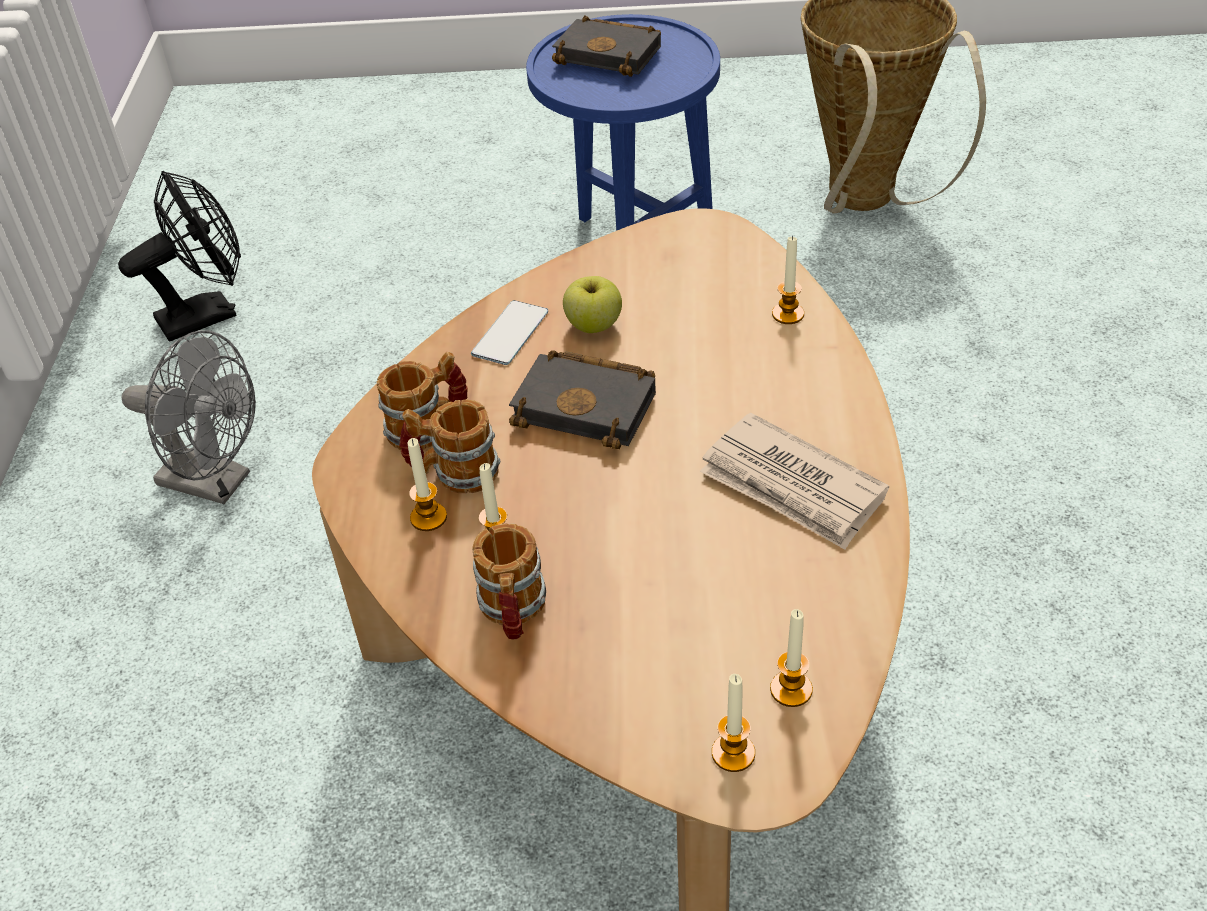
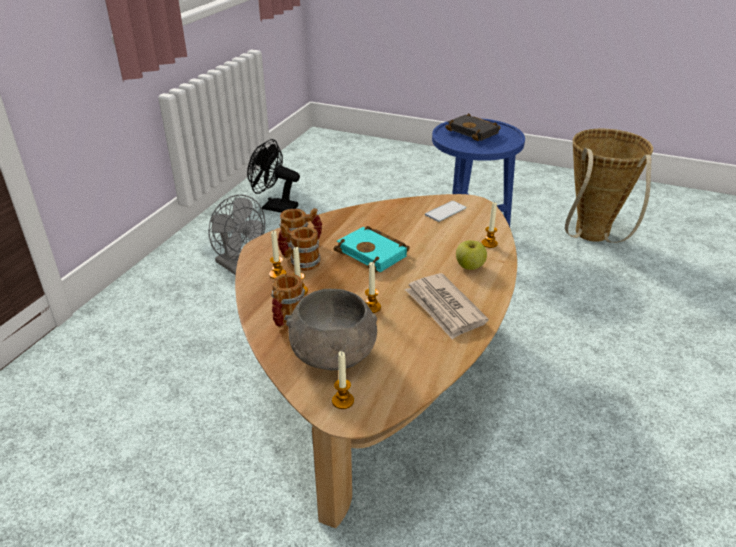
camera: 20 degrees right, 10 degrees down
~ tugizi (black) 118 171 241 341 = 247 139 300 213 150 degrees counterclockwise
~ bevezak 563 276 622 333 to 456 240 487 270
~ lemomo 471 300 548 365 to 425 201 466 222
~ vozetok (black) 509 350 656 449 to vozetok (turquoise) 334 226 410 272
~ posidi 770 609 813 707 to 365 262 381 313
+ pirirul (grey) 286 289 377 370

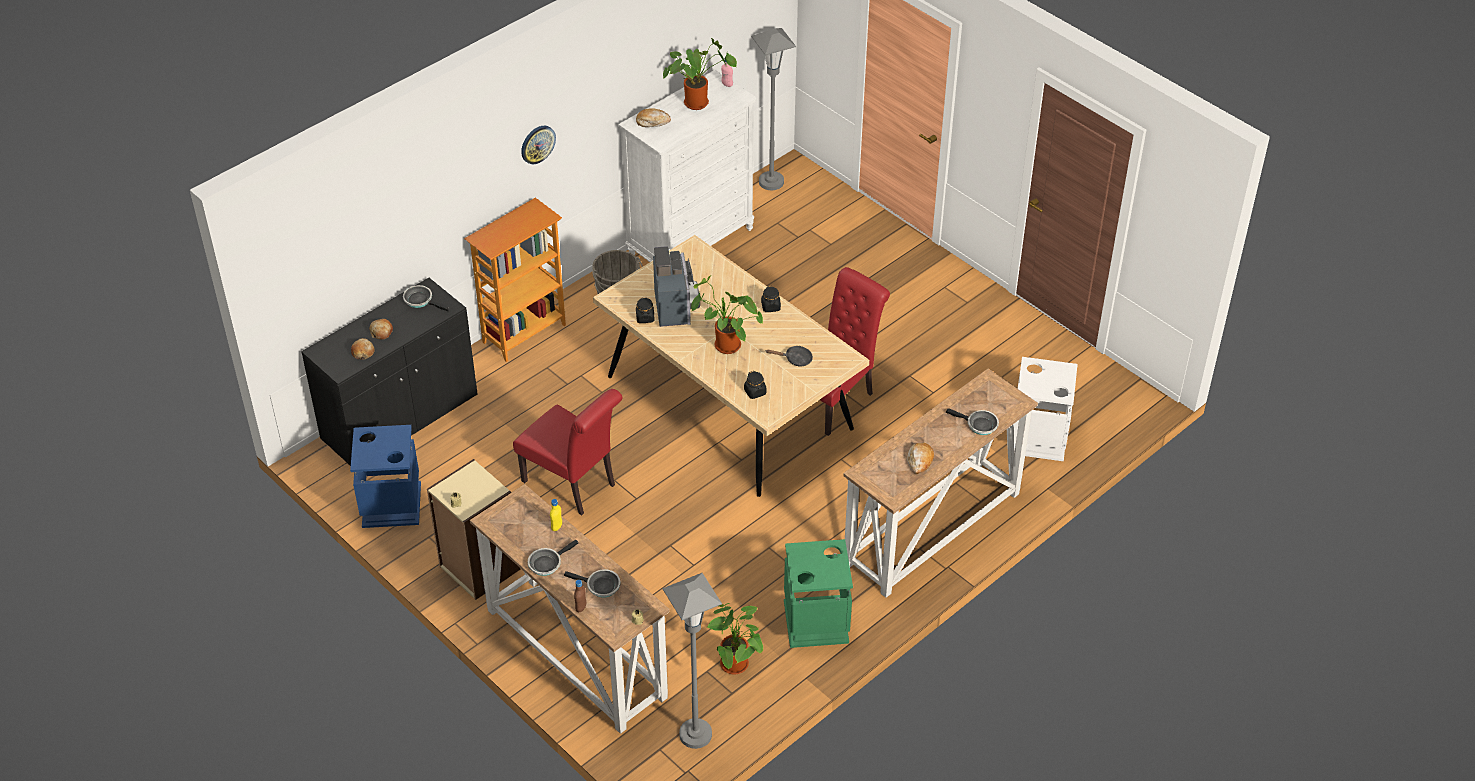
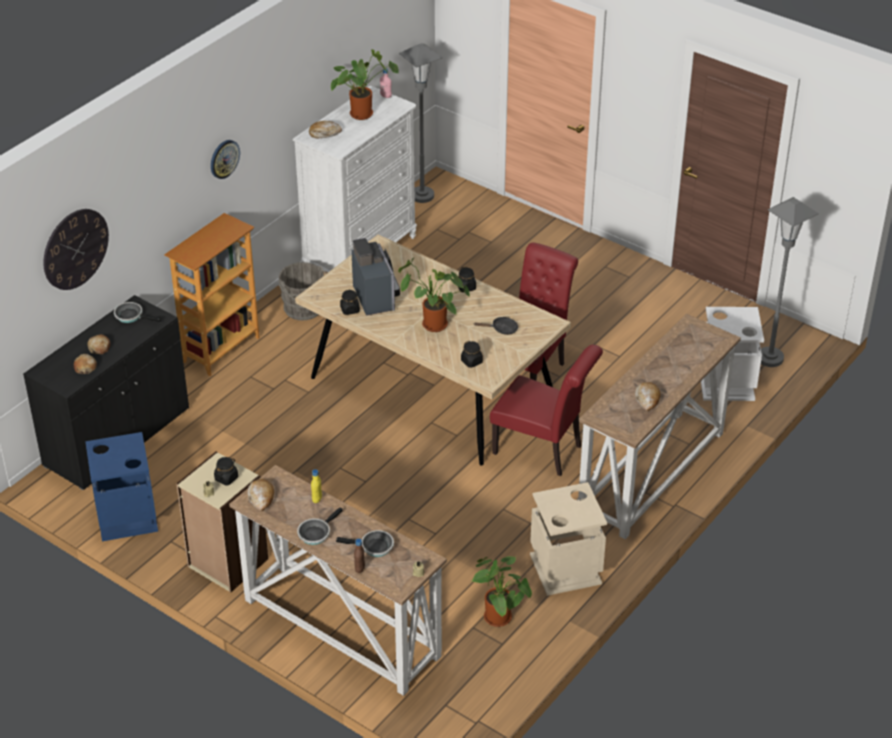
camera: 10 degrees left, 5 degrees down
~ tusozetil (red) 513 389 622 515 to 490 345 603 476
- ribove 946 408 999 435
~ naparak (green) 784 539 853 648 to naparak (beige) 530 482 607 596
~ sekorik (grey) 662 573 722 749 to 761 197 819 367
+ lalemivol 43 209 109 290
+ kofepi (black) 214 457 238 486
+ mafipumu 248 479 274 511

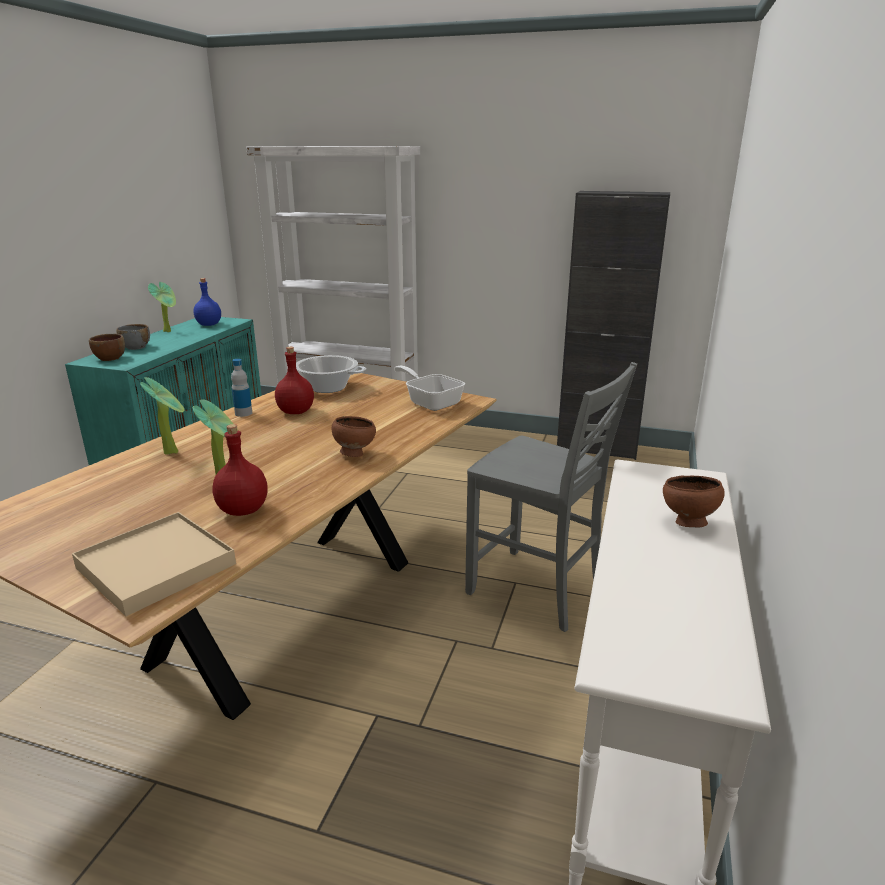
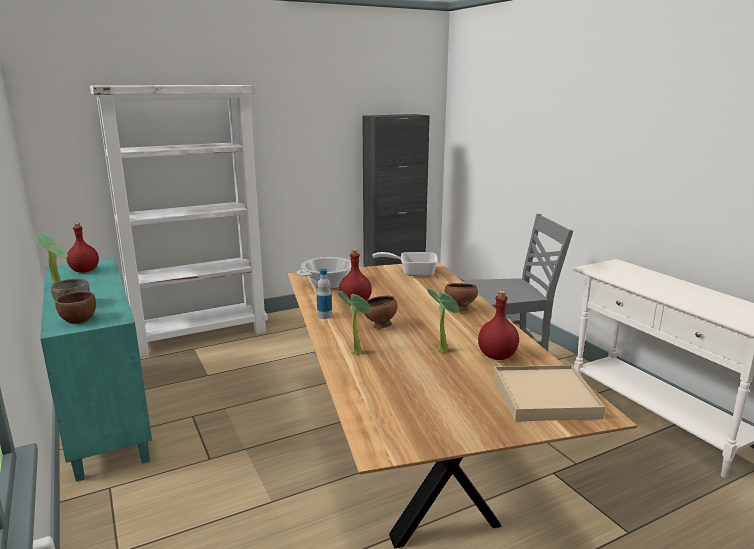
camera: 45 degrees left, 5 degrees down
~ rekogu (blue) 194 278 221 326 to rekogu (red) 67 223 99 273
~ pirirul (brown) 663 475 725 527 to 364 295 397 329

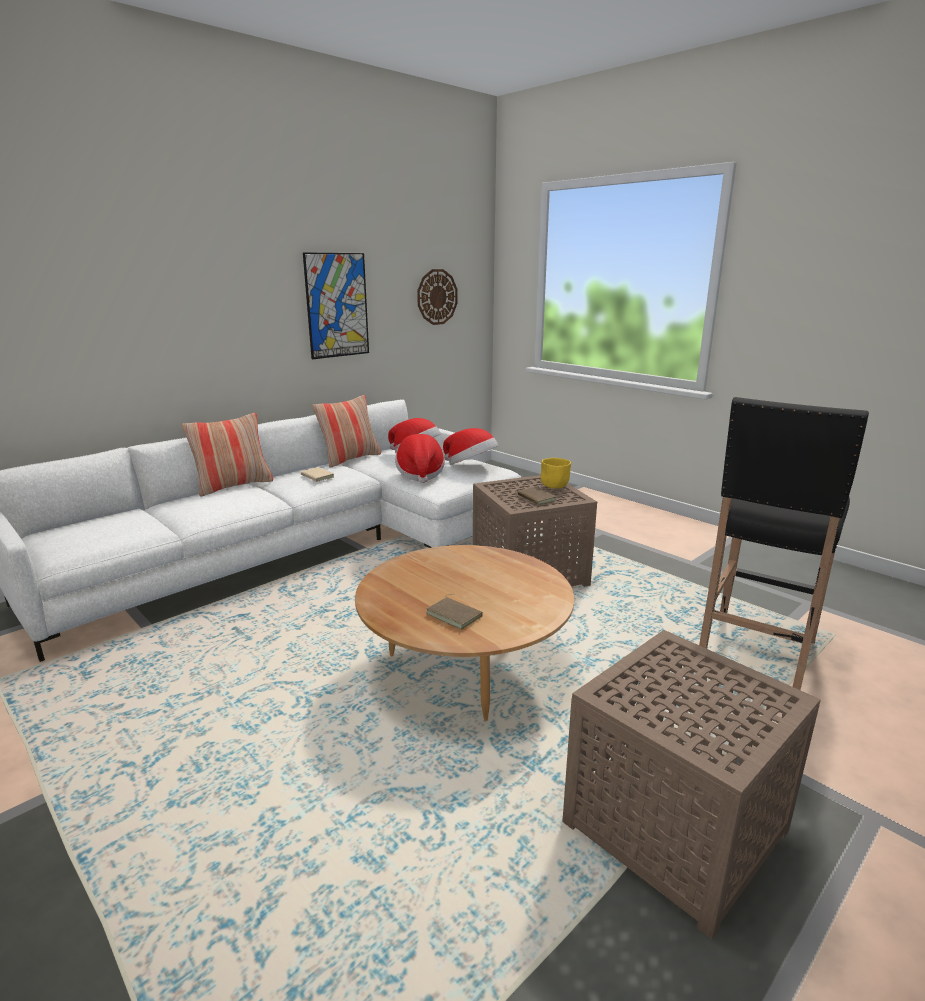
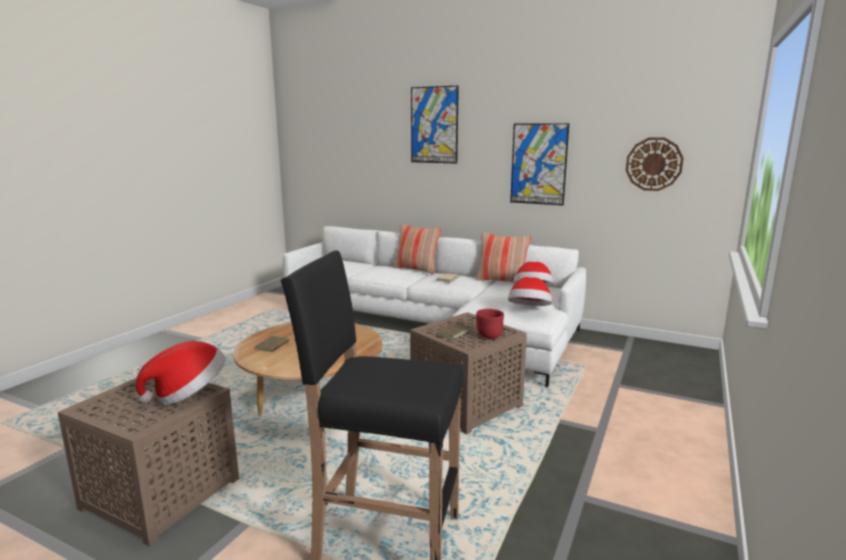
camera: 70 degrees right, 5 degrees down
~ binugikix 395 434 445 483 to 136 341 225 405
~ pirirul (yellow) 541 458 571 489 to pirirul (red) 476 309 504 339
+ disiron 411 86 459 164

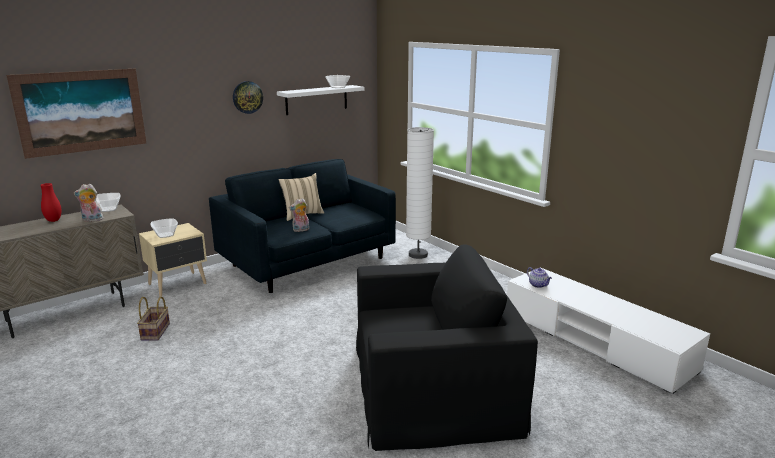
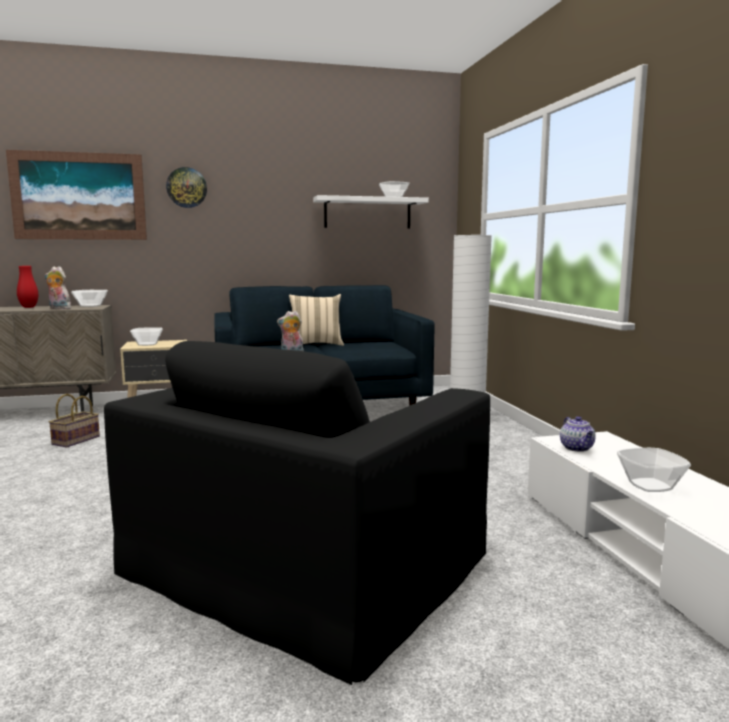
camera: 25 degrees right, 10 degrees down
~ lalemivol 233 81 263 114 to 166 167 207 208
~ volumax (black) 356 244 538 451 = 104 341 490 685 105 degrees clockwise
+ pirirul 617 448 691 492

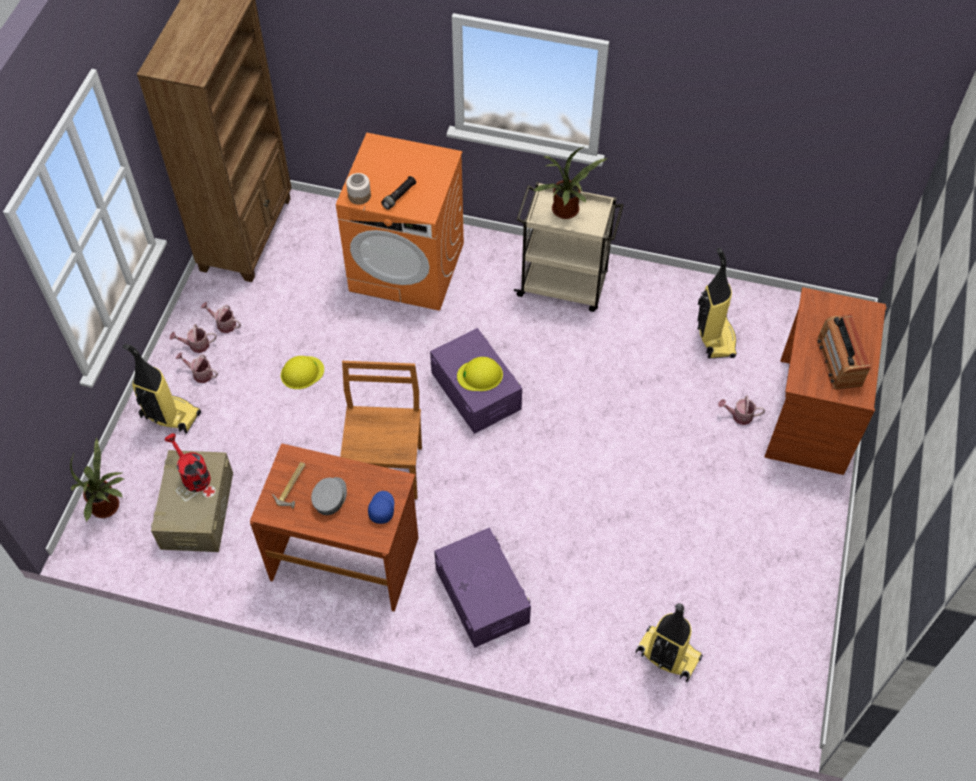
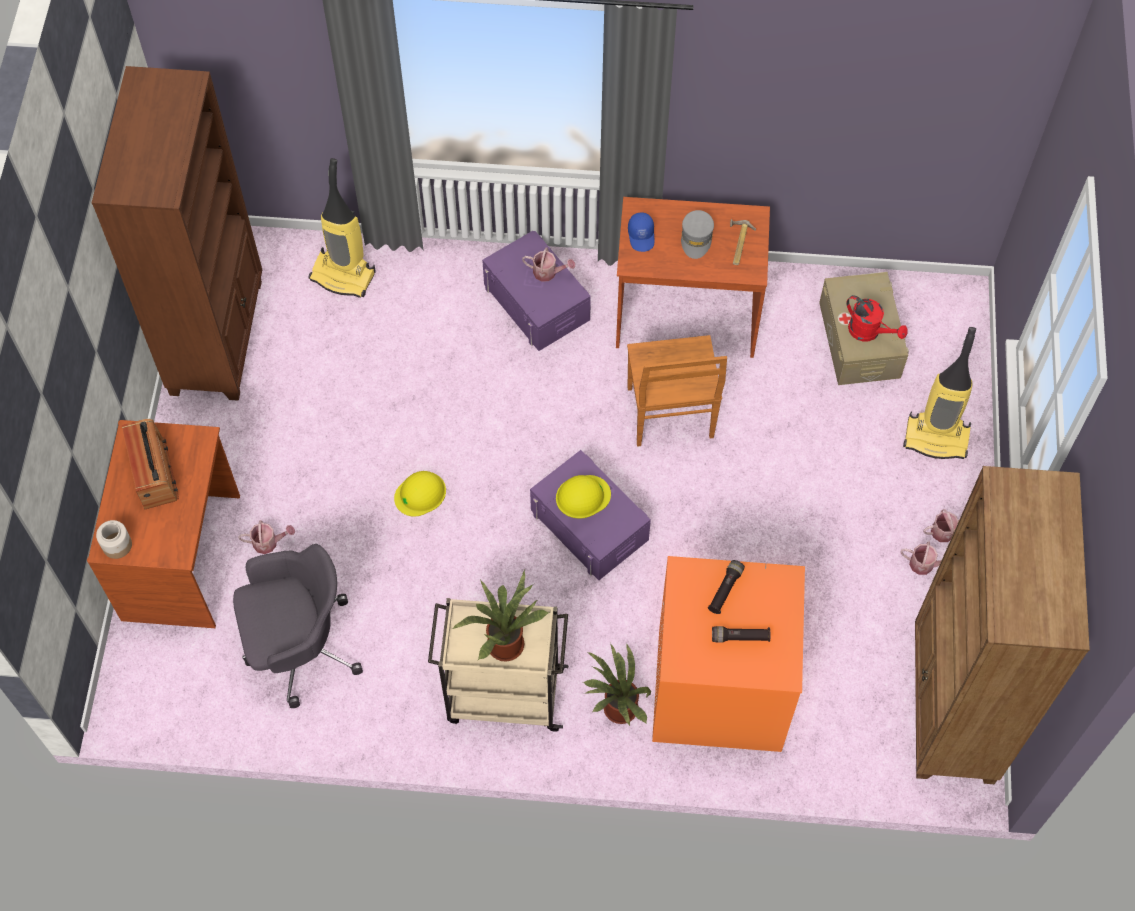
camera: 170 degrees right, 5 degrees up
~ kofepi 346 173 371 205 to 96 520 132 559
~ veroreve 697 248 737 358 to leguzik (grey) 233 544 363 708
~ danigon 176 352 218 383 to 522 247 575 282
~ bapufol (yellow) 281 356 324 389 to 394 471 446 517
~ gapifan 70 438 124 522 to 583 643 651 727
+ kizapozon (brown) 92 66 262 401
+ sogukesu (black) 712 626 770 643

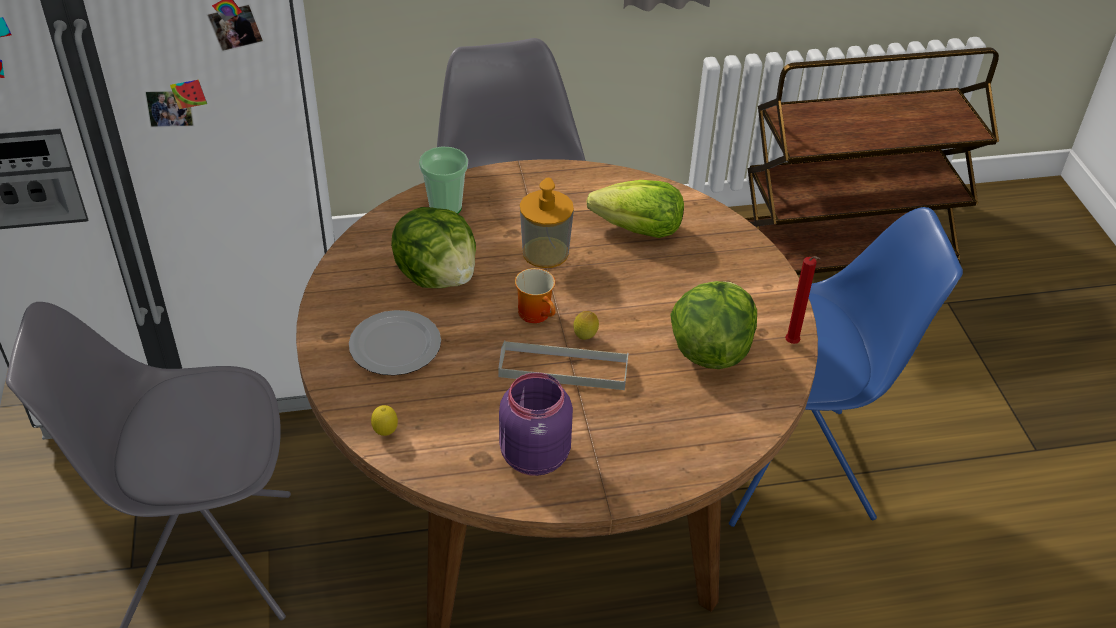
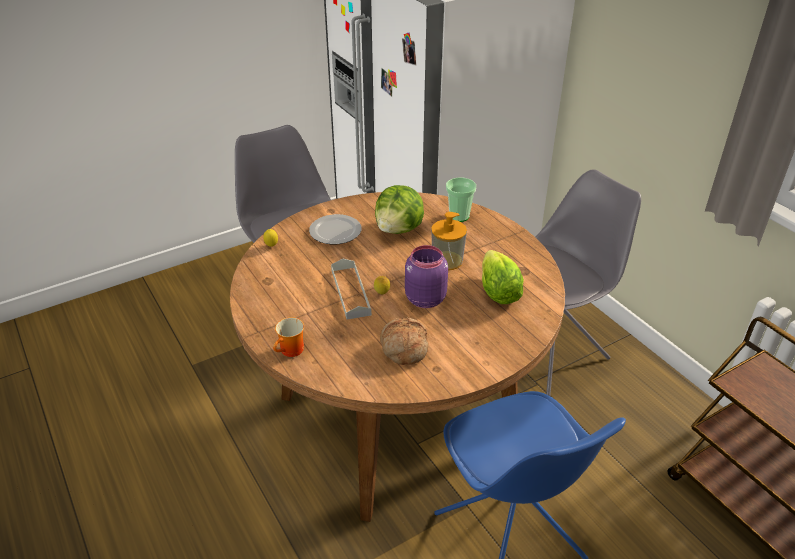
camera: 70 degrees right, 5 degrees down
- posidi (red) 785 256 820 344
~ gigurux 515 268 556 323 to 273 317 304 357
~ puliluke 670 281 757 369 to mafipumu 380 318 428 365
~ kofepi (purple) 499 372 573 476 to 405 245 448 308

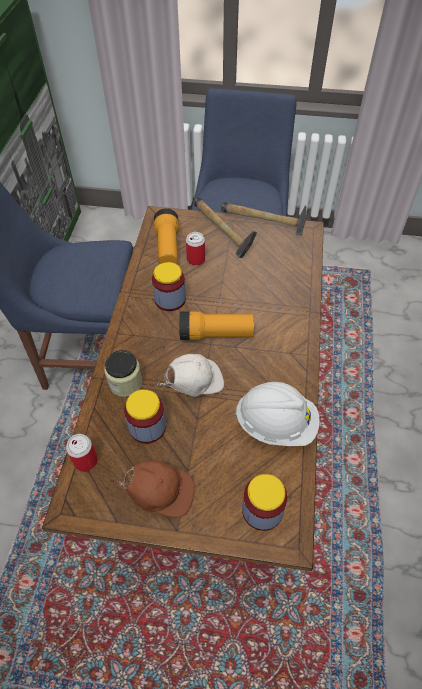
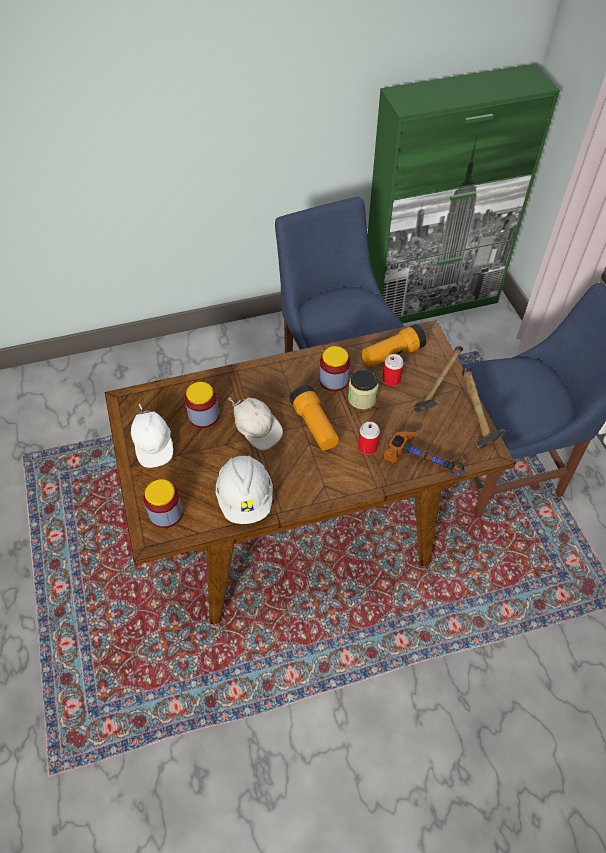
camera: 65 degrees right, 0 degrees up
~ kofepi 104 350 142 397 to 348 369 379 409
~ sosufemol 66 434 98 472 to 358 422 380 455
~ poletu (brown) 111 460 195 518 to poletu (white) 131 404 173 468
+ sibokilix 383 431 466 475

